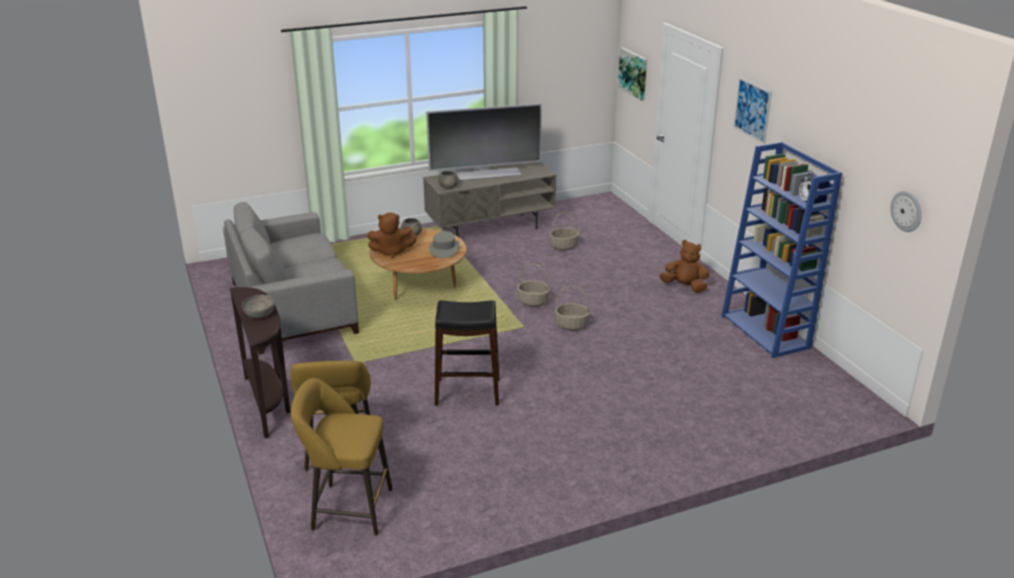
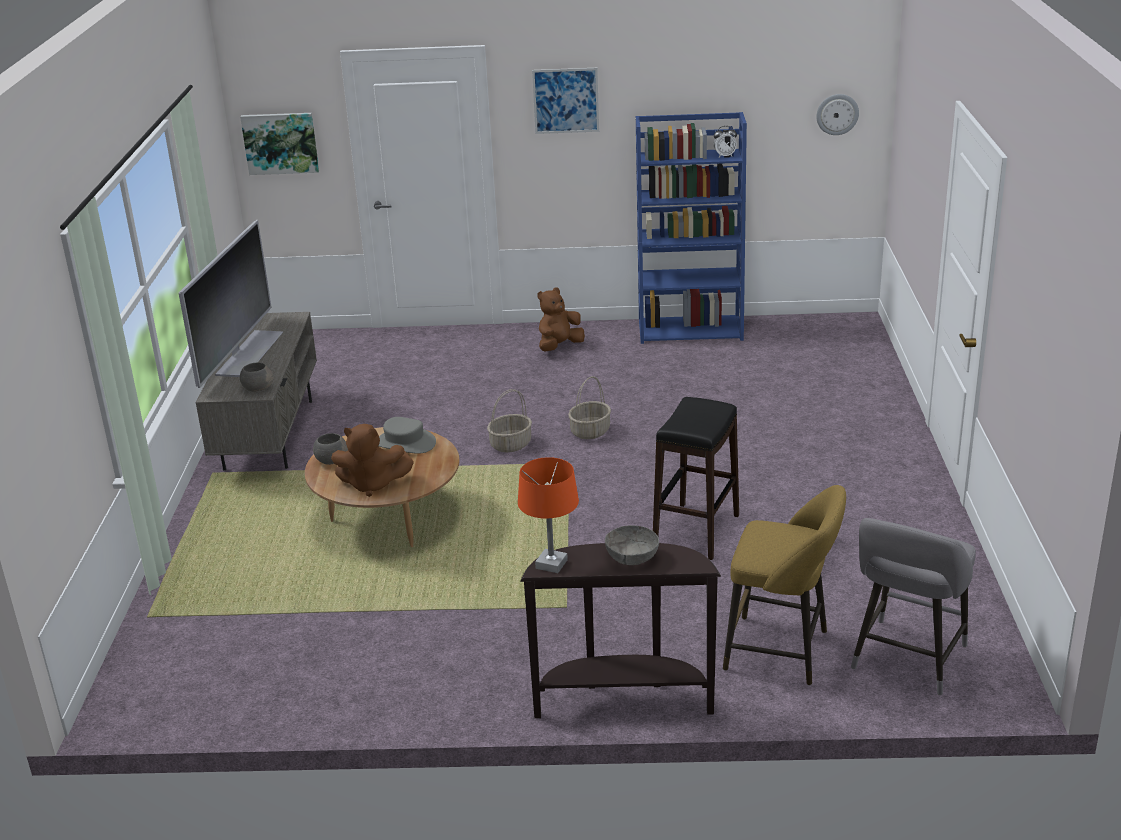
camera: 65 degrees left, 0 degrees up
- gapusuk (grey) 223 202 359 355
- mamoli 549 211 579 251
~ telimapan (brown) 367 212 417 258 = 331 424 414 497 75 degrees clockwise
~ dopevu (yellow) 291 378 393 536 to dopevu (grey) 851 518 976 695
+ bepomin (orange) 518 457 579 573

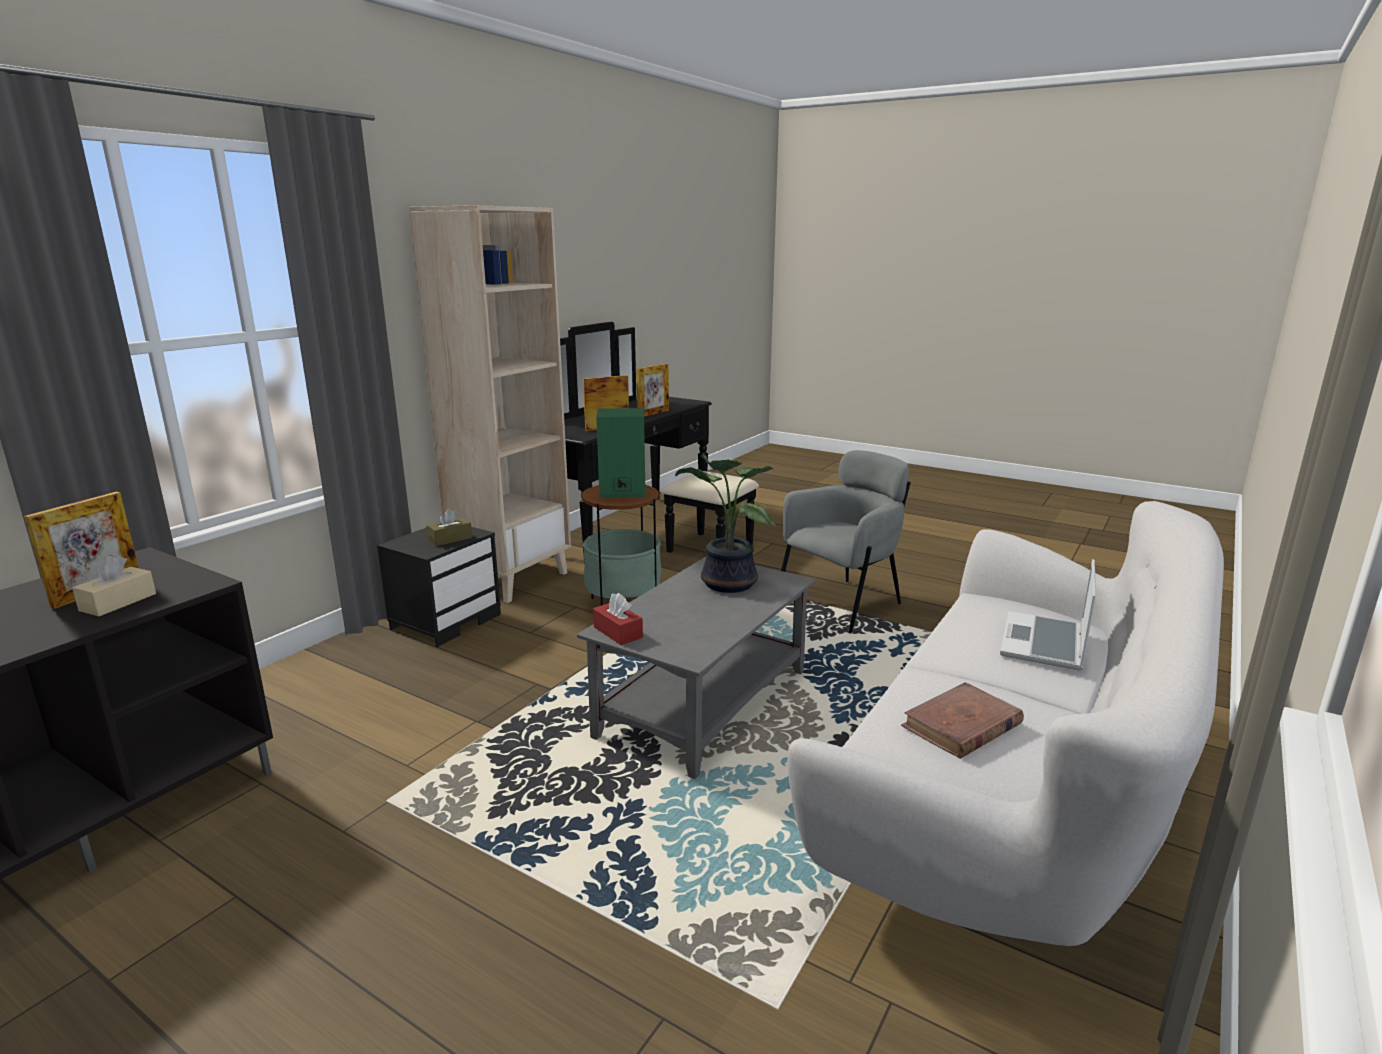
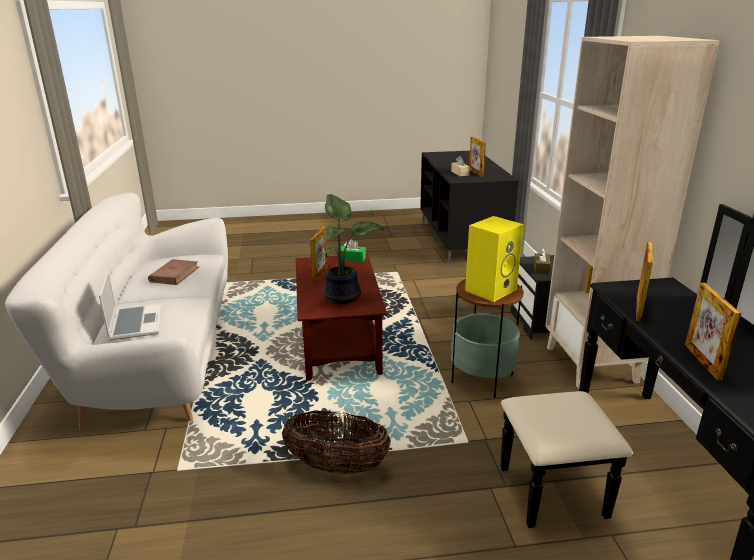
camera: 140 degrees right, 5 degrees up
~ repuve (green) 596 408 646 498 to repuve (yellow) 465 216 523 302
~ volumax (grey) 781 450 911 634 to mamoli 282 410 391 474
~ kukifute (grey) 577 557 816 779 to kukifute (brown) 296 254 387 381
~ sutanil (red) 593 593 643 645 to sutanil (green) 341 239 366 262
+ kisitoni 310 226 328 282

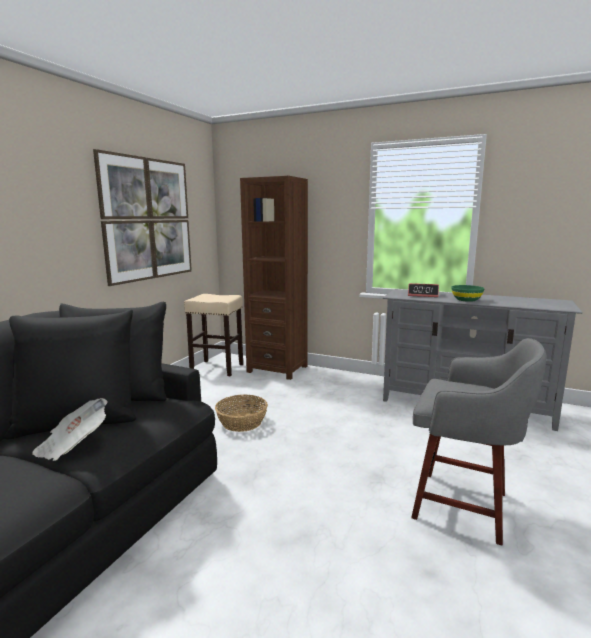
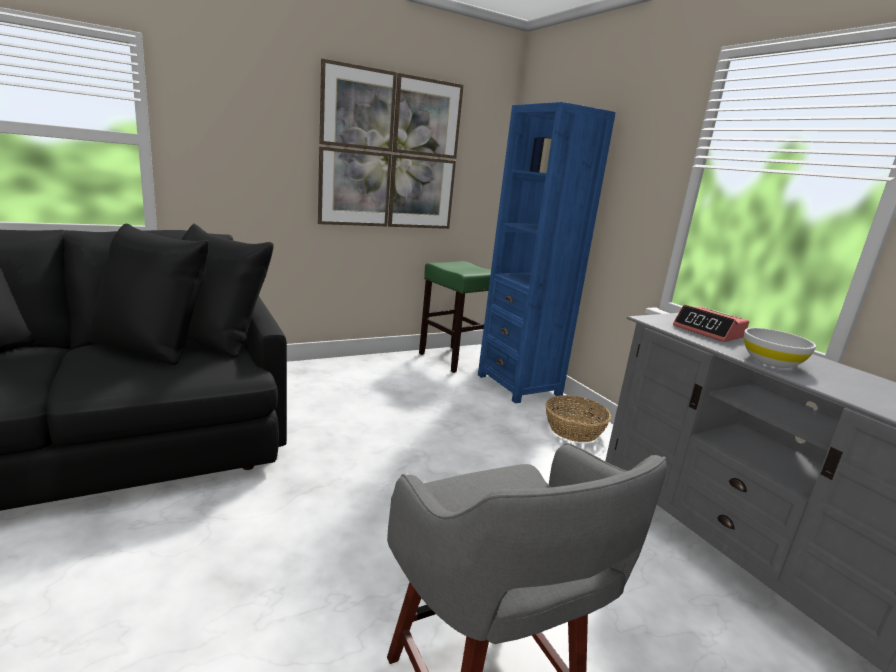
camera: 35 degrees right, 5 degrees up
~ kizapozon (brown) 240 176 308 380 to kizapozon (blue) 478 102 616 404
~ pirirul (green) 451 285 484 302 to pirirul (white) 744 328 816 368
~ dopevu (beige) 184 294 243 376 to dopevu (green) 419 261 491 373
~ mamoli 215 394 268 432 to 545 395 611 442
- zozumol 32 398 108 461

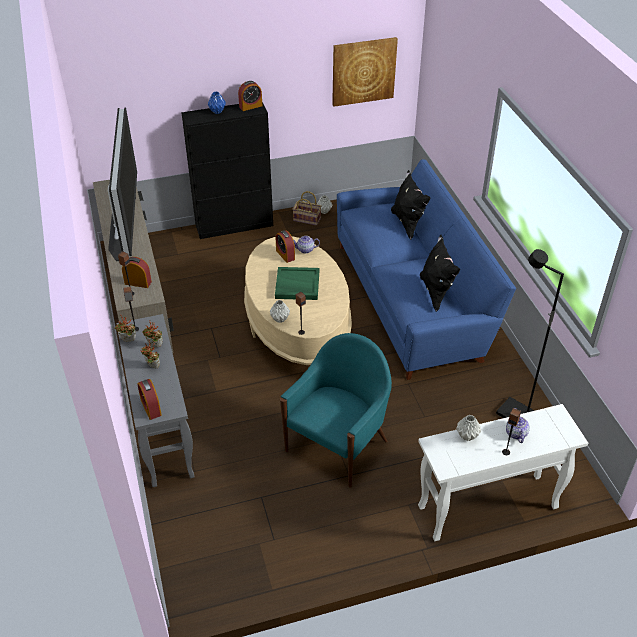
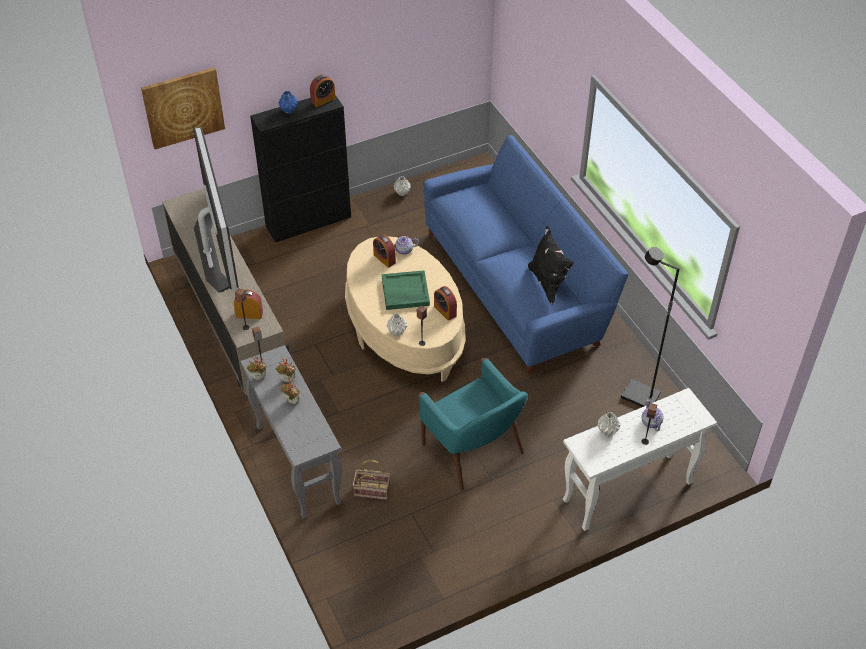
camera: 10 degrees left, 5 degrees up
~ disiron 332 37 398 107 to 141 67 225 149
- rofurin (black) 391 170 431 240
~ mamoli 293 191 321 226 to 353 460 390 500
~ volumax (turquoise) 280 333 392 488 = 419 358 528 490 120 degrees clockwise
~ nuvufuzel 138 379 162 420 to 434 286 457 321

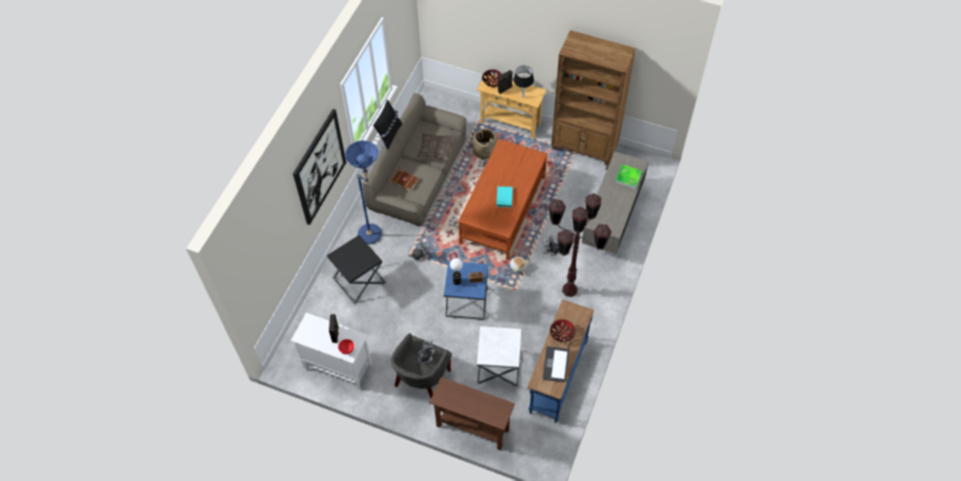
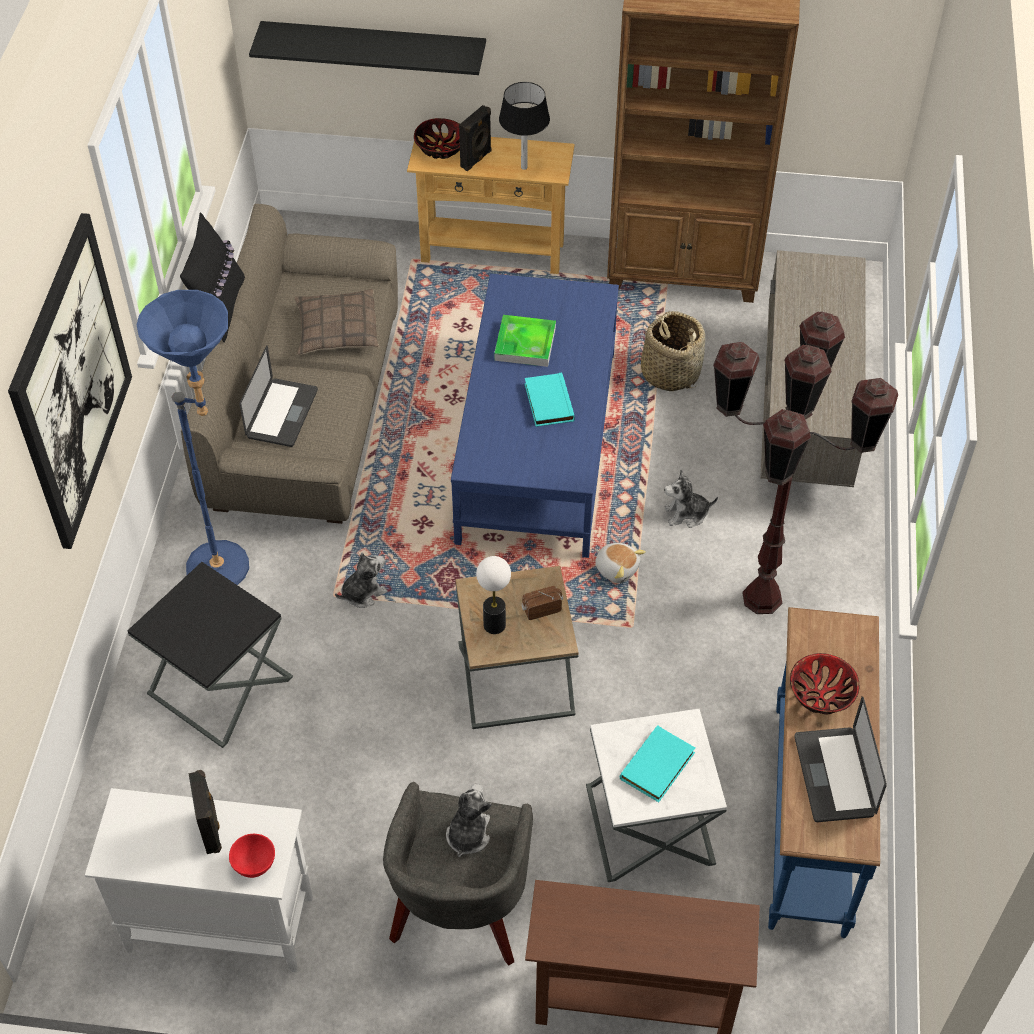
camera: 15 degrees left, 5 degrees down
~ mamoli 473 128 497 159 to 641 311 705 391
~ kukifute (brown) 458 139 547 260 to kukifute (blue) 451 274 619 558
~ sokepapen 615 164 642 189 to 494 315 556 367
~ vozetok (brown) 391 169 419 191 to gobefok 239 346 318 447
~ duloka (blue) 444 261 488 320 to duloka (brown) 455 566 579 729
+ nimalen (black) 249 21 486 75
+ vozetok (turquoise) 620 725 695 802

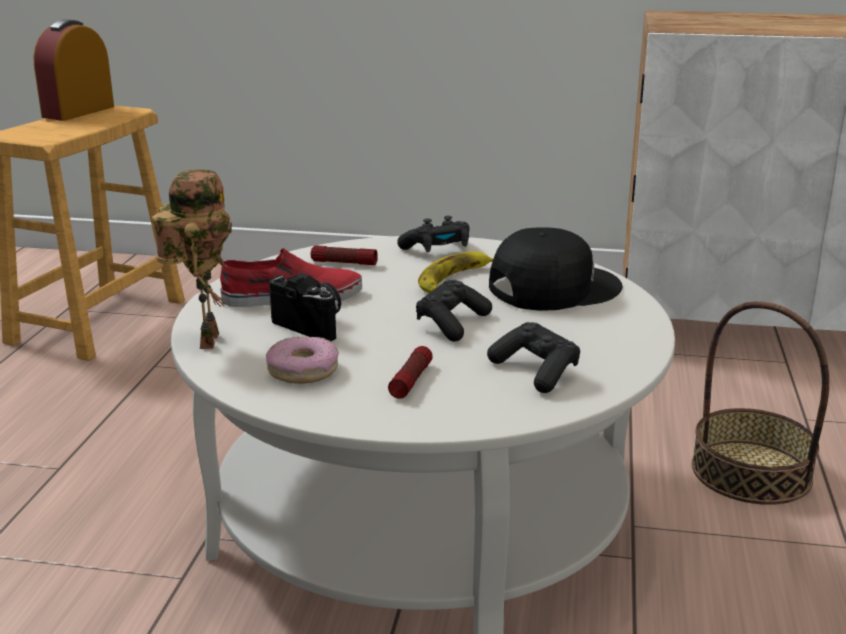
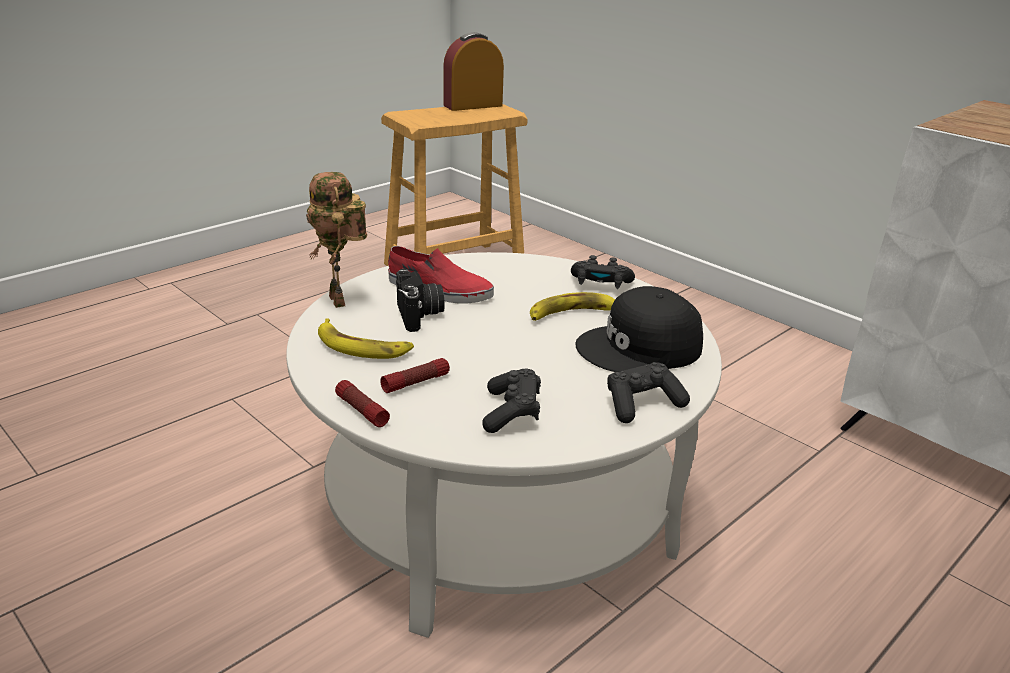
camera: 35 degrees right, 5 degrees up
~ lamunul 152 169 232 349 = 306 172 367 308 120 degrees clockwise
~ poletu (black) 489 228 623 311 = 575 286 703 372 150 degrees clockwise
~ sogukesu 311 245 378 265 to 335 380 390 427
~ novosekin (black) 416 280 492 342 to 607 362 690 423
- mamoli 692 301 829 505
~ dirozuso 266 337 339 384 to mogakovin 318 318 414 359

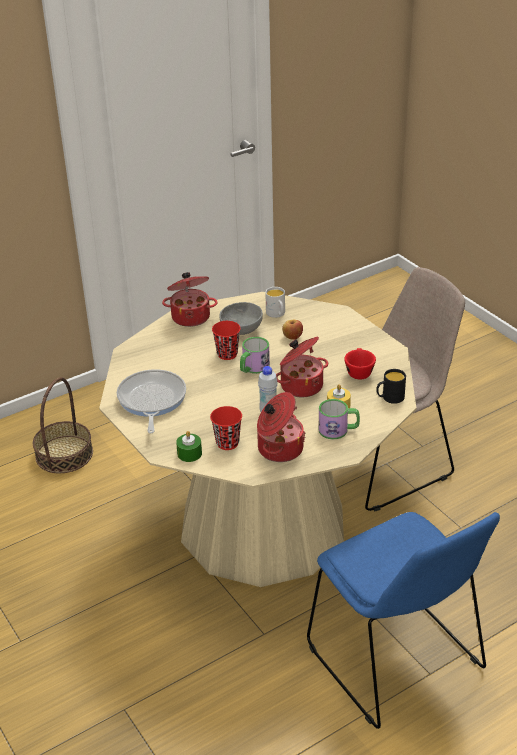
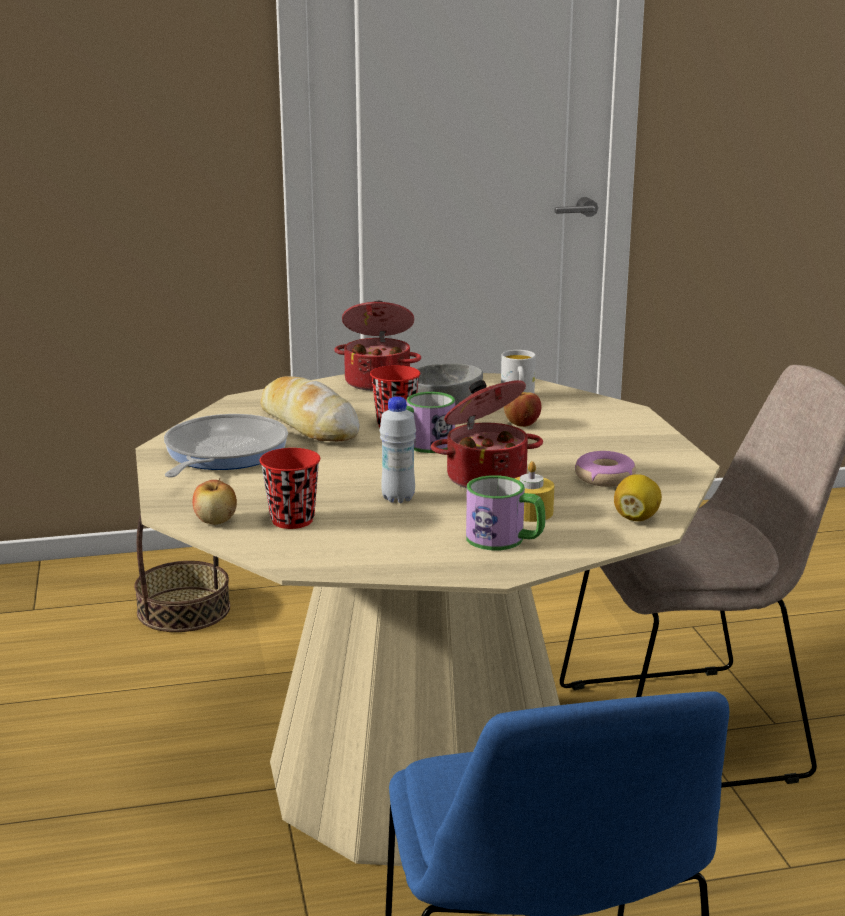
camera: 20 degrees right, 15 degrees down
~ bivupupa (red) 344 348 376 379 to dirozuso 575 451 636 487
~ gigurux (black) 376 369 406 404 to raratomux 614 474 662 521
- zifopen 257 392 306 462
~ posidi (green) 176 431 202 462 to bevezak 193 478 237 525
+ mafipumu 260 376 360 441

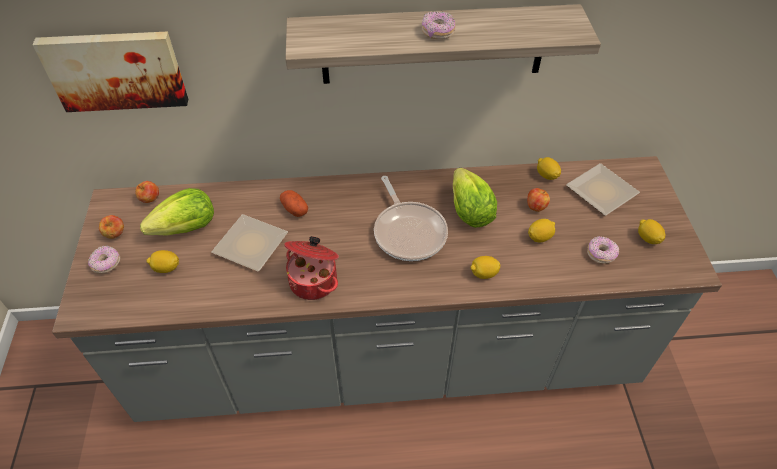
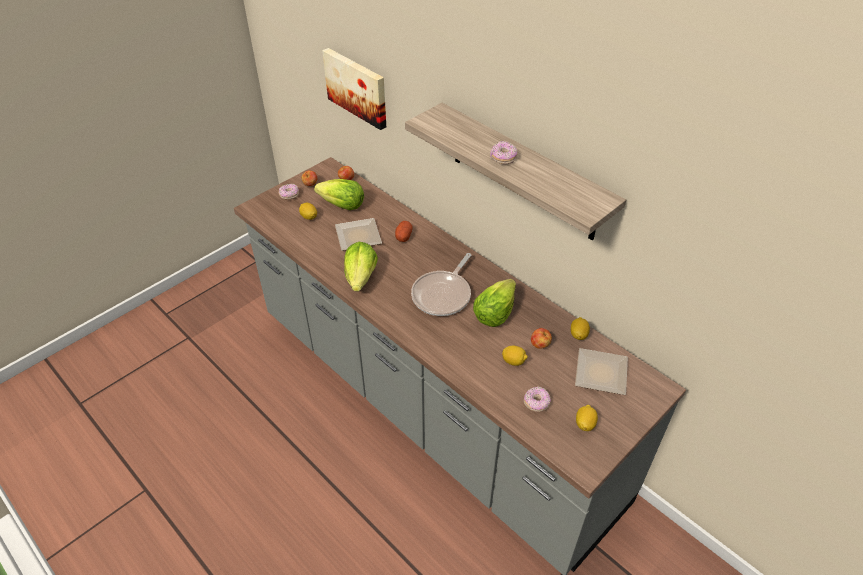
camera: 50 degrees right, 5 degrees down
~ zifopen 284 236 339 300 to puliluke 344 242 378 291
- raratomux 471 256 500 279

